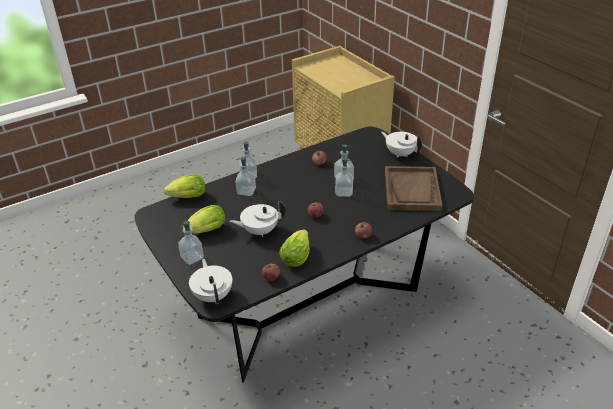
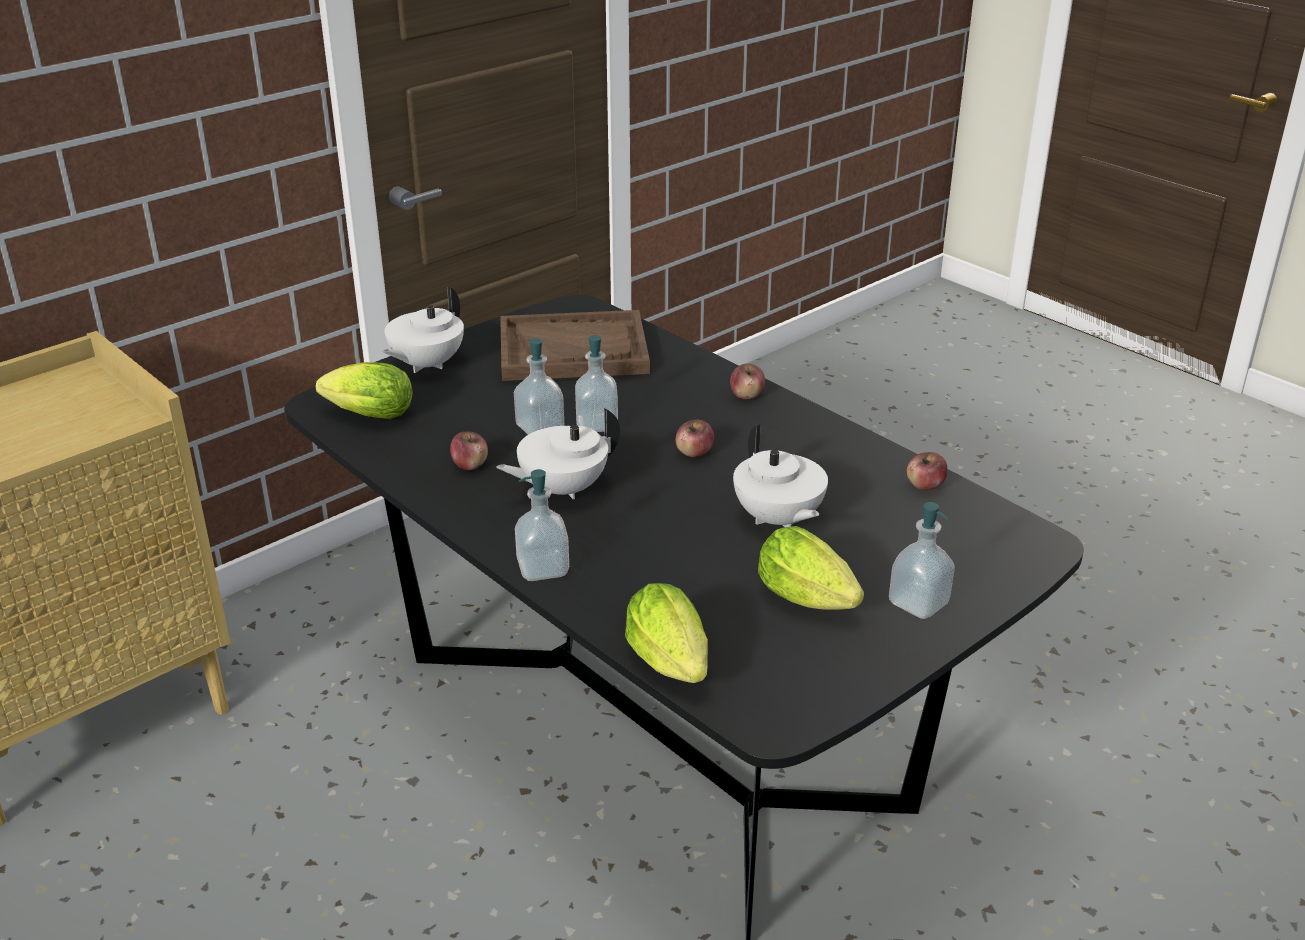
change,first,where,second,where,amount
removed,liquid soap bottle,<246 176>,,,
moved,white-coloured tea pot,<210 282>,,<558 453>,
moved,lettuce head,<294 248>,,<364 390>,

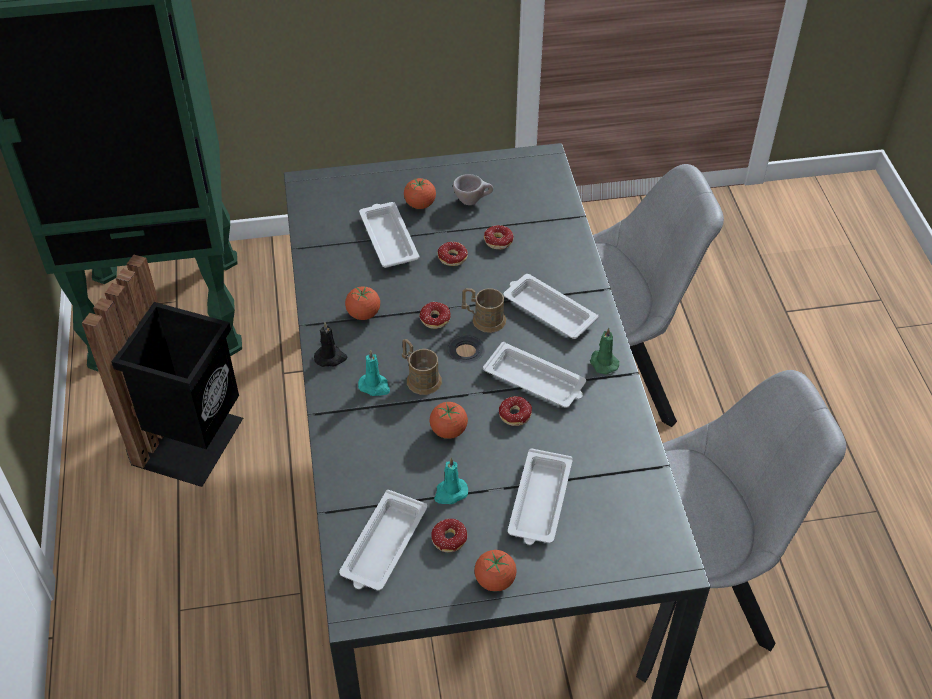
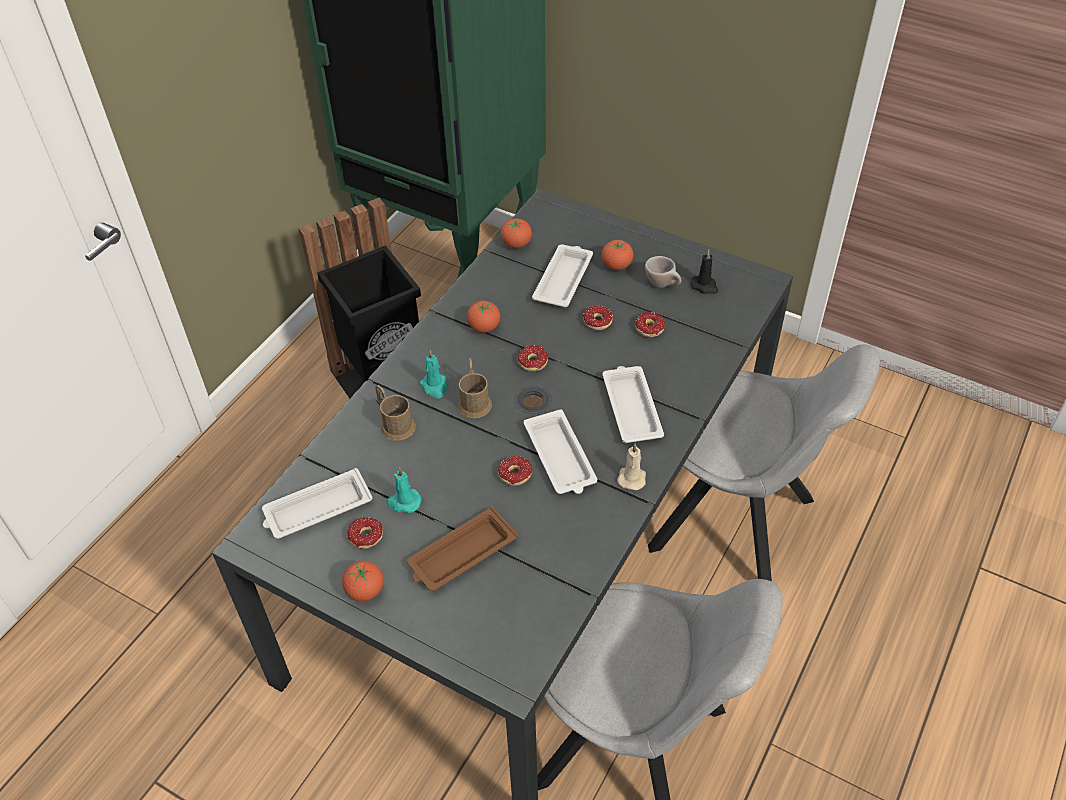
change,first,where,second,where,amount
moved,blackish candle,<331 344>,,<704 271>,
moved,fresh tomato,<449 420>,,<516 233>,
moved,brownish coffee mug,<484 310>,,<395 413>,
recoloured,white-coloured carrying tray,<540 497>,brownish carrying tray,<462 549>,
recoloured,green-coloured candle,<604 351>,sand-coloured candle,<631 467>,

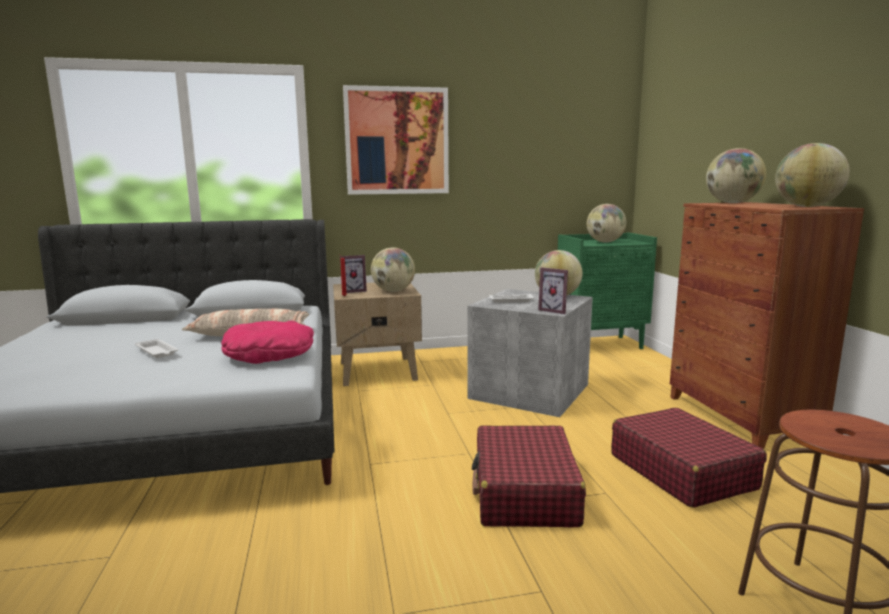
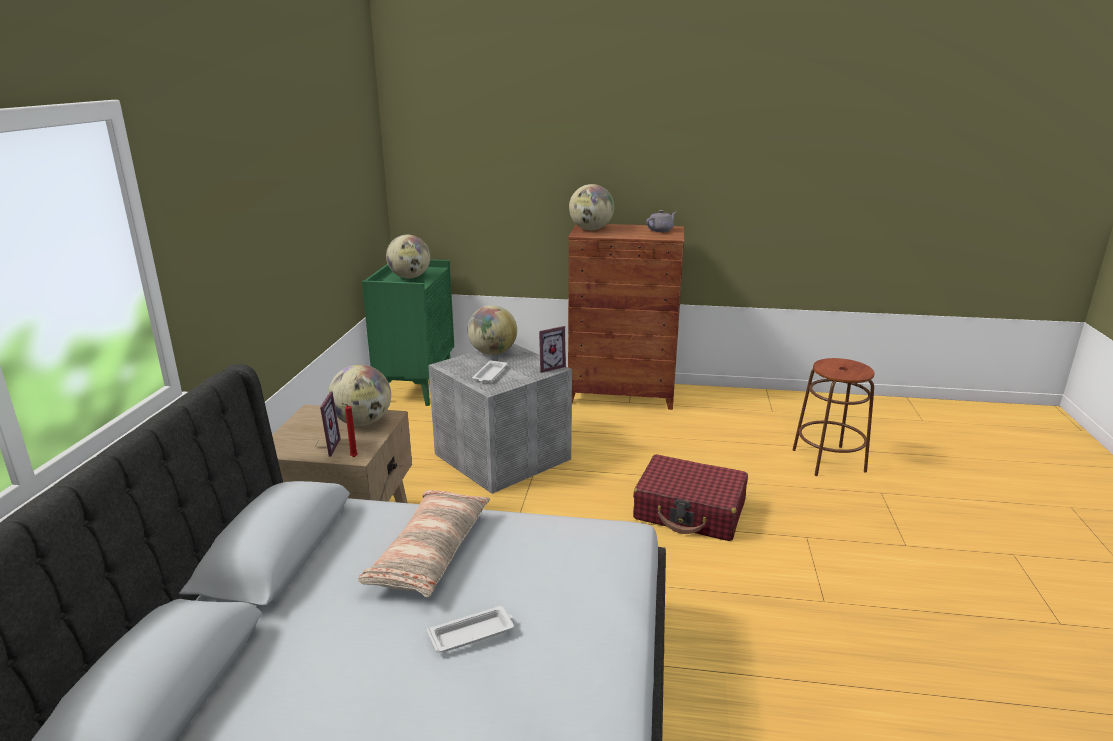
change,first,where,second,where,amount
removed,pink-coloured cushion,<267 342>,,,
removed,wall art,<396 140>,,,
removed,red-coloured travel case,<689 458>,,,
replaced,desk globe,<812 175>,greyish tea pot,<661 221>,

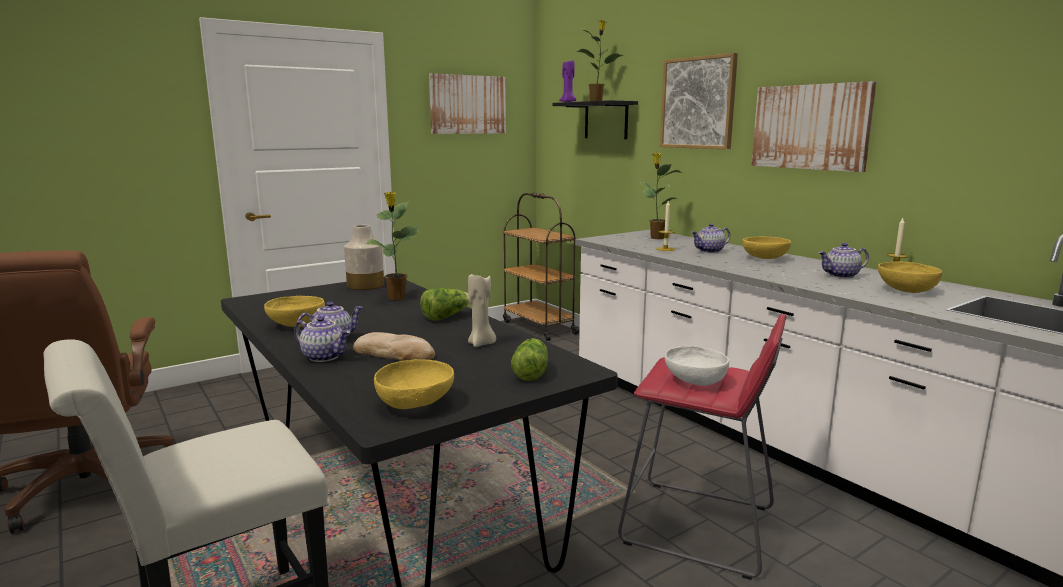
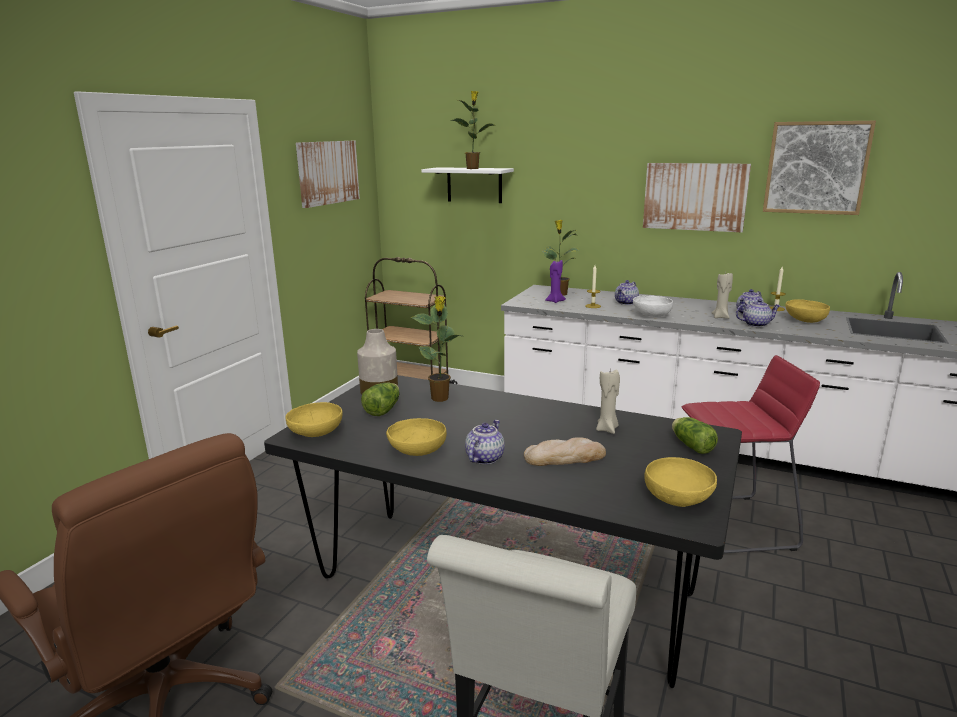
change,first,where,second,where,amount
added,,,sand-coloured candle,<722 296>,
moved,tea pot,<322 339>,,<758 313>,
moved,lettuce head,<445 304>,,<380 399>,
moved,purple-coloured candle,<567 81>,,<555 281>,
moved,wall art,<699 101>,,<819 168>,
moved,white-coloured serving bowl,<697 366>,,<653 306>,
moved,yellowish serving bowl,<766 248>,,<314 419>,
recoloured,blackish wall shelf,<595 119>,white-coloured wall shelf,<467 185>,

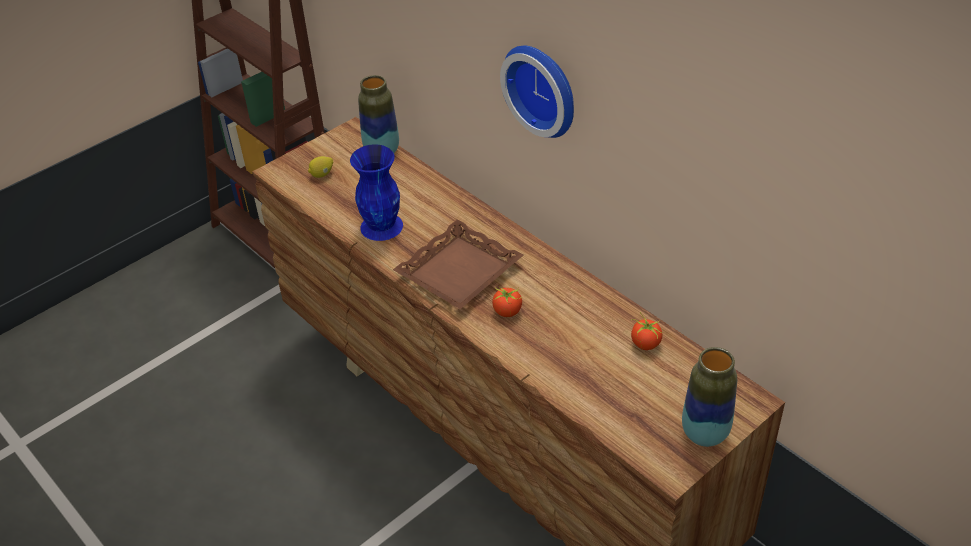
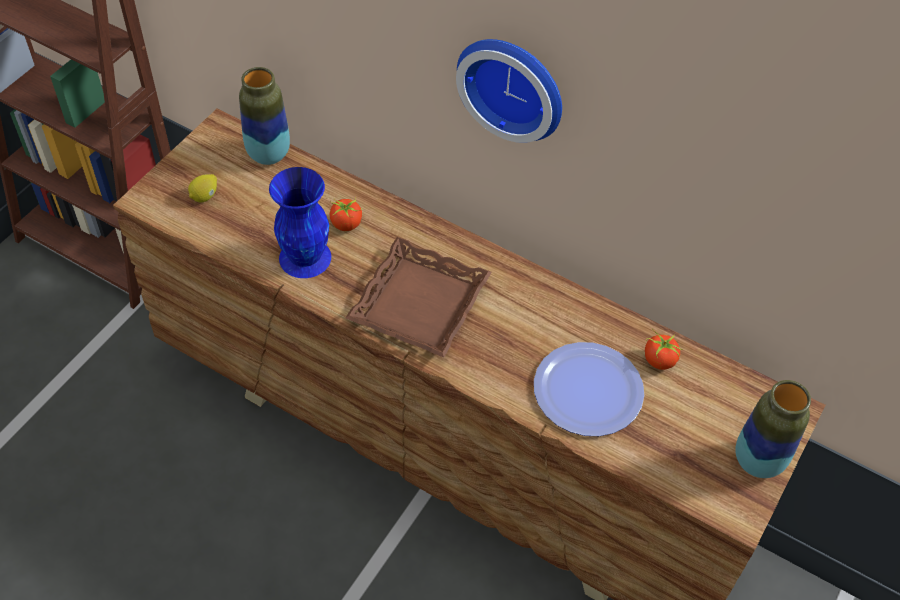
change,first,where,second,where,amount
added,,,flat dish,<589 389>,
moved,fresh tomato,<507 302>,,<346 214>,

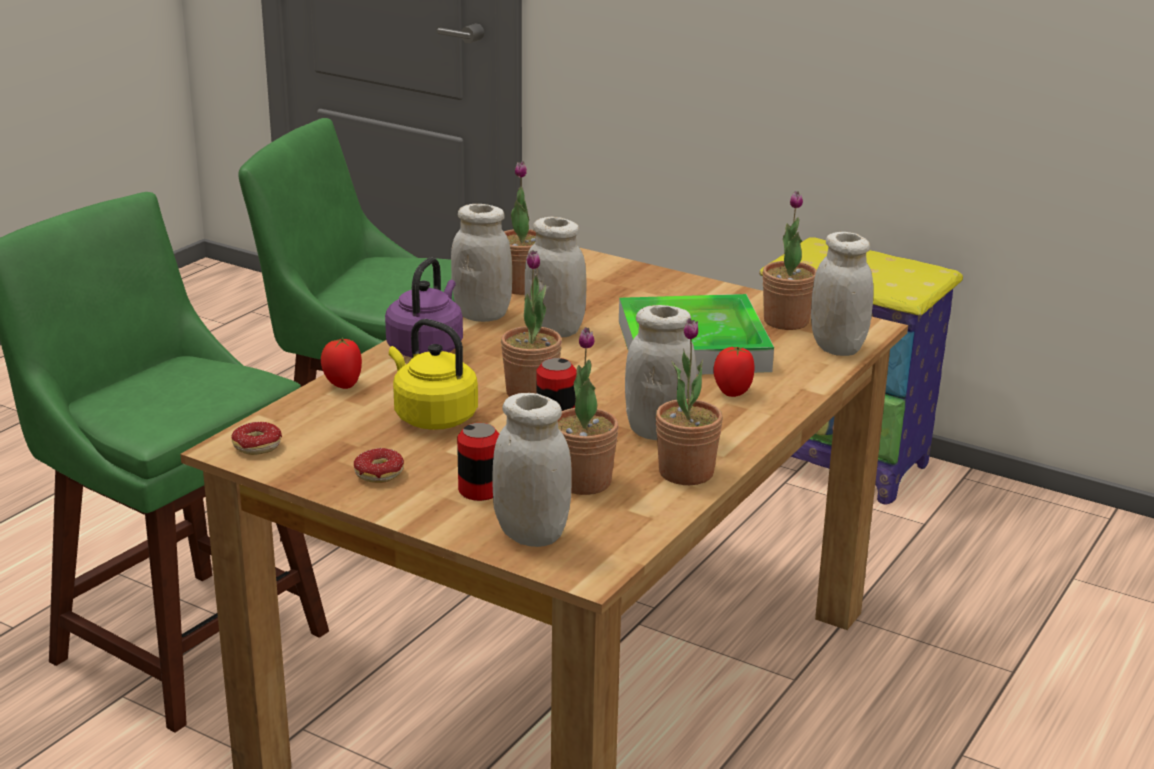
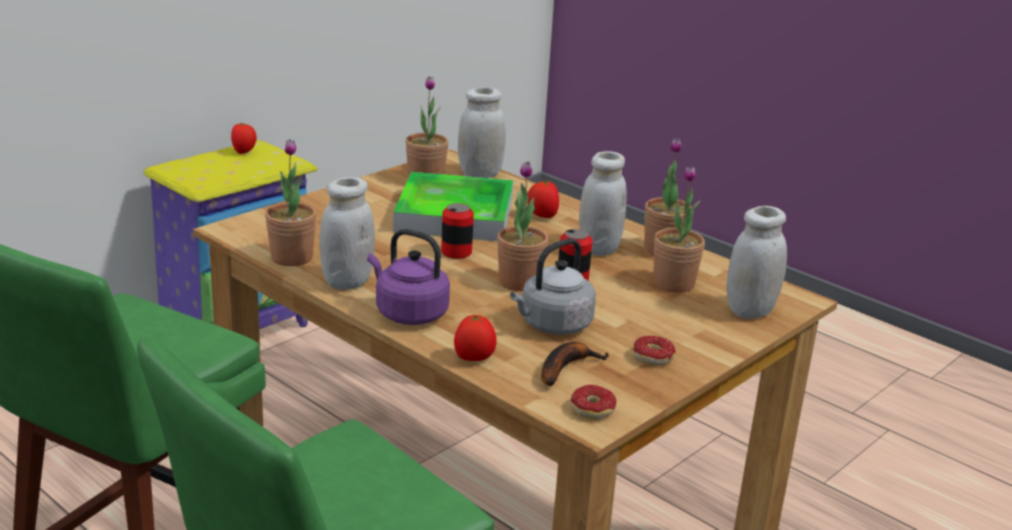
change,first,where,second,where,amount
removed,white-coloured preserve jar,<555 277>,,,
added,,,fresh tomato,<244 138>,
added,,,banana,<575 364>,
moved,sealed can,<478 462>,,<457 231>,
recoloured,yellowish water kettle,<433 374>,greyish water kettle,<553 286>,

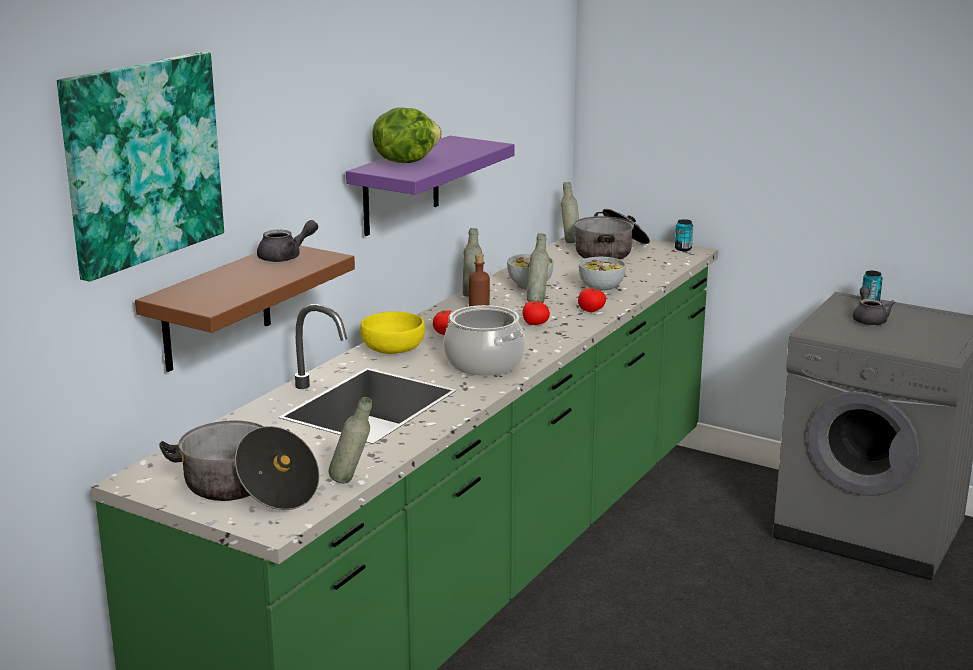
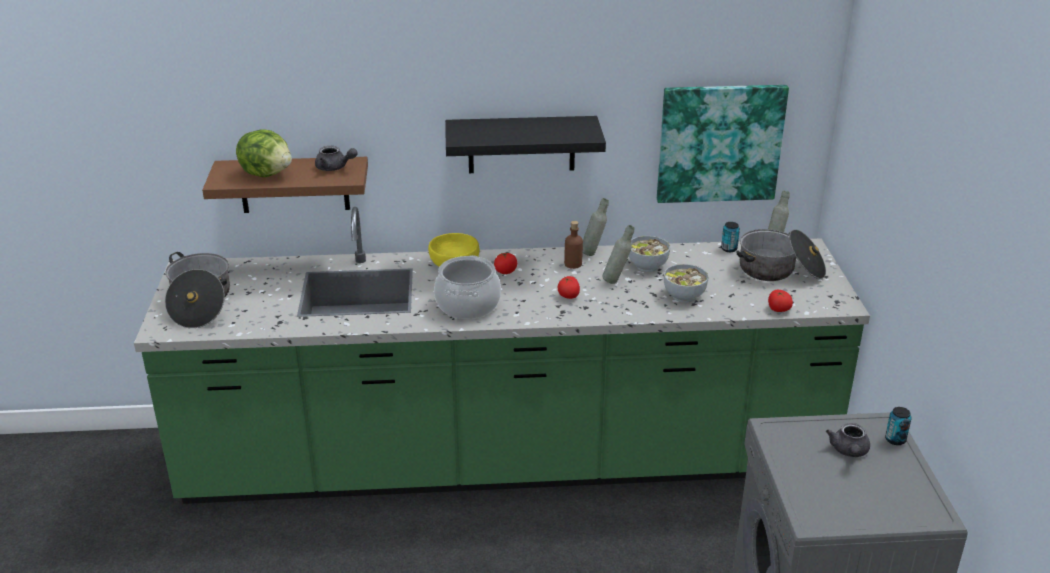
change,first,where,second,where,amount
removed,greyish bottle,<350 440>,,,
moved,wall art,<140 167>,,<723 144>,
moved,lettuce head,<407 135>,,<264 153>,
moved,fresh tomato,<592 300>,,<780 301>,
moved,sealed can,<684 235>,,<730 237>,
recoloured,purple-coloured wall shelf,<430 186>,blackish wall shelf,<525 144>,
turned,greyish tea pot,<874 305>,,<848 440>,135 degrees clockwise

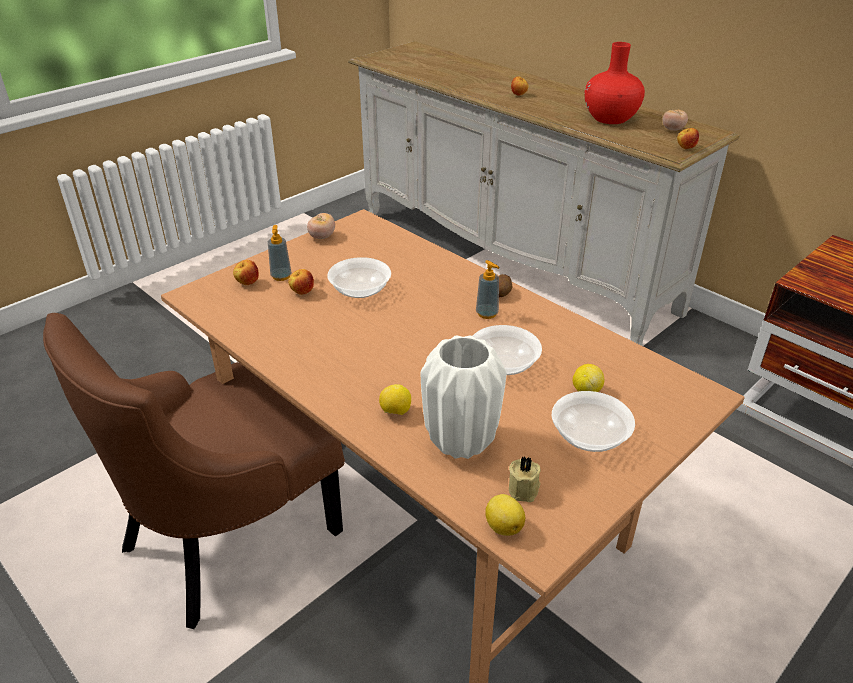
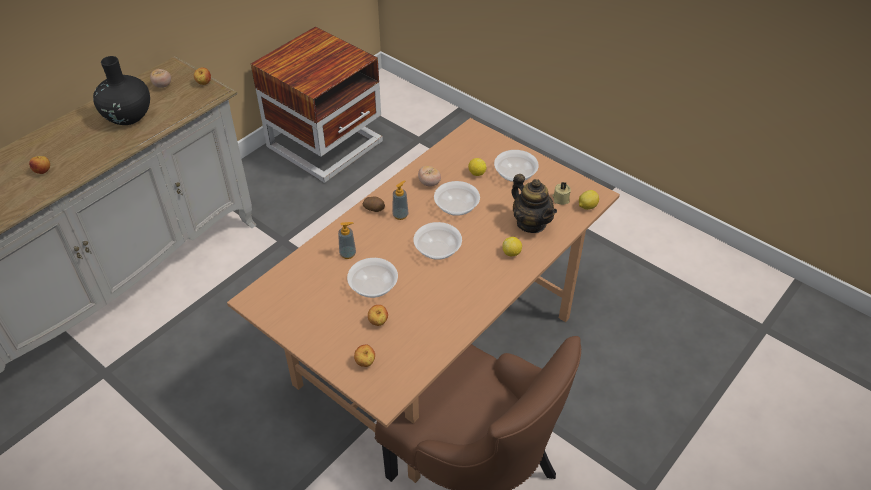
change,first,where,second,where,amount
added,,,serving bowl,<437 241>,
moved,liquid soap bottle,<280 253>,,<347 240>,
moved,fresh tomato,<321 226>,,<429 176>,
replaced,white-coloured flower vase,<464 397>,tea pot,<534 203>,
recoloured,red-coloured flower vase,<615 83>,blackish flower vase,<121 90>,

